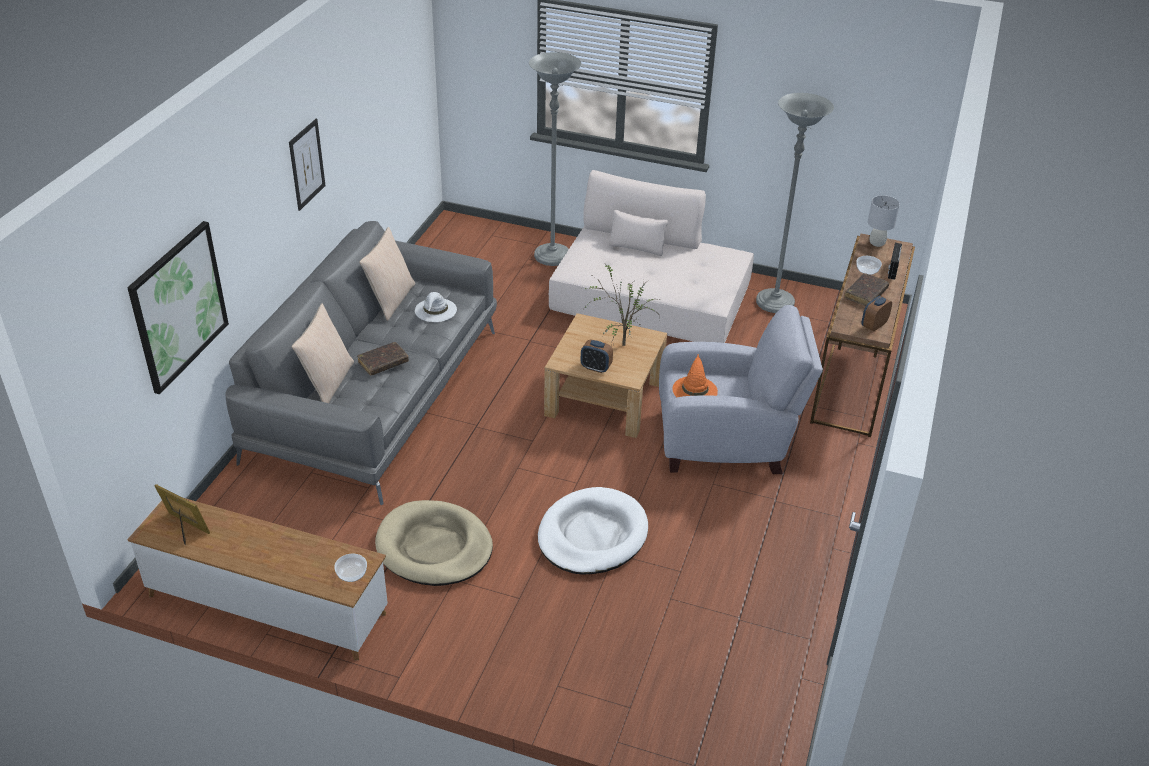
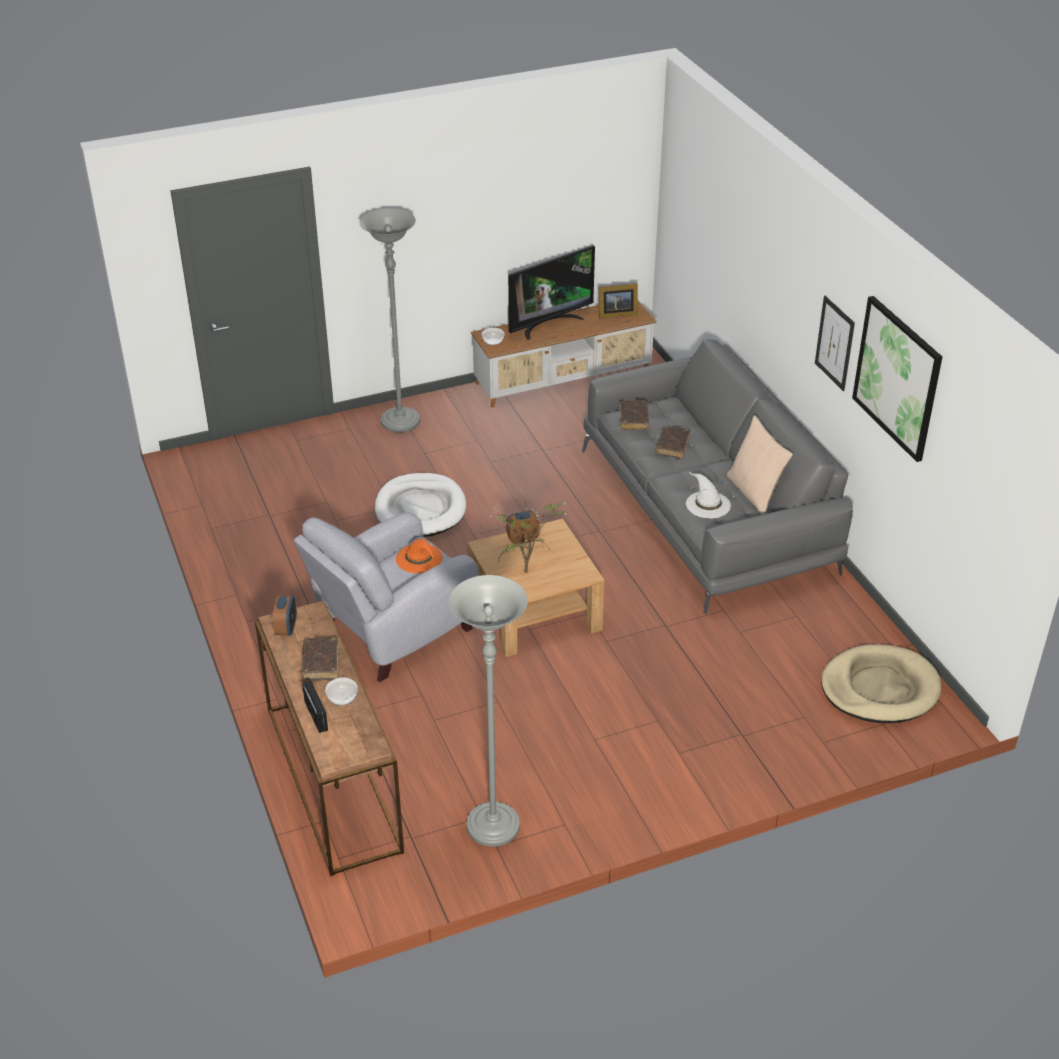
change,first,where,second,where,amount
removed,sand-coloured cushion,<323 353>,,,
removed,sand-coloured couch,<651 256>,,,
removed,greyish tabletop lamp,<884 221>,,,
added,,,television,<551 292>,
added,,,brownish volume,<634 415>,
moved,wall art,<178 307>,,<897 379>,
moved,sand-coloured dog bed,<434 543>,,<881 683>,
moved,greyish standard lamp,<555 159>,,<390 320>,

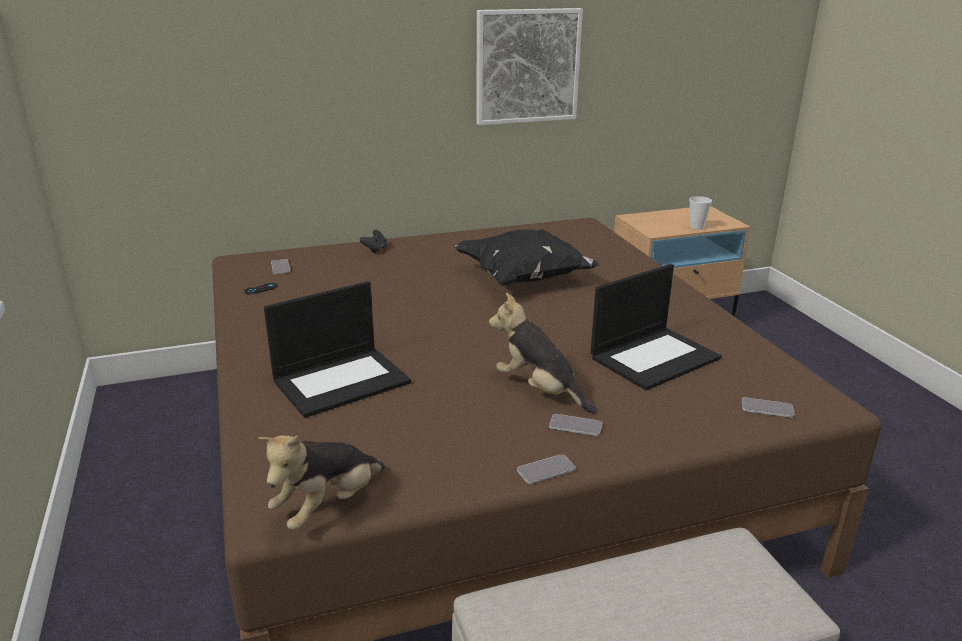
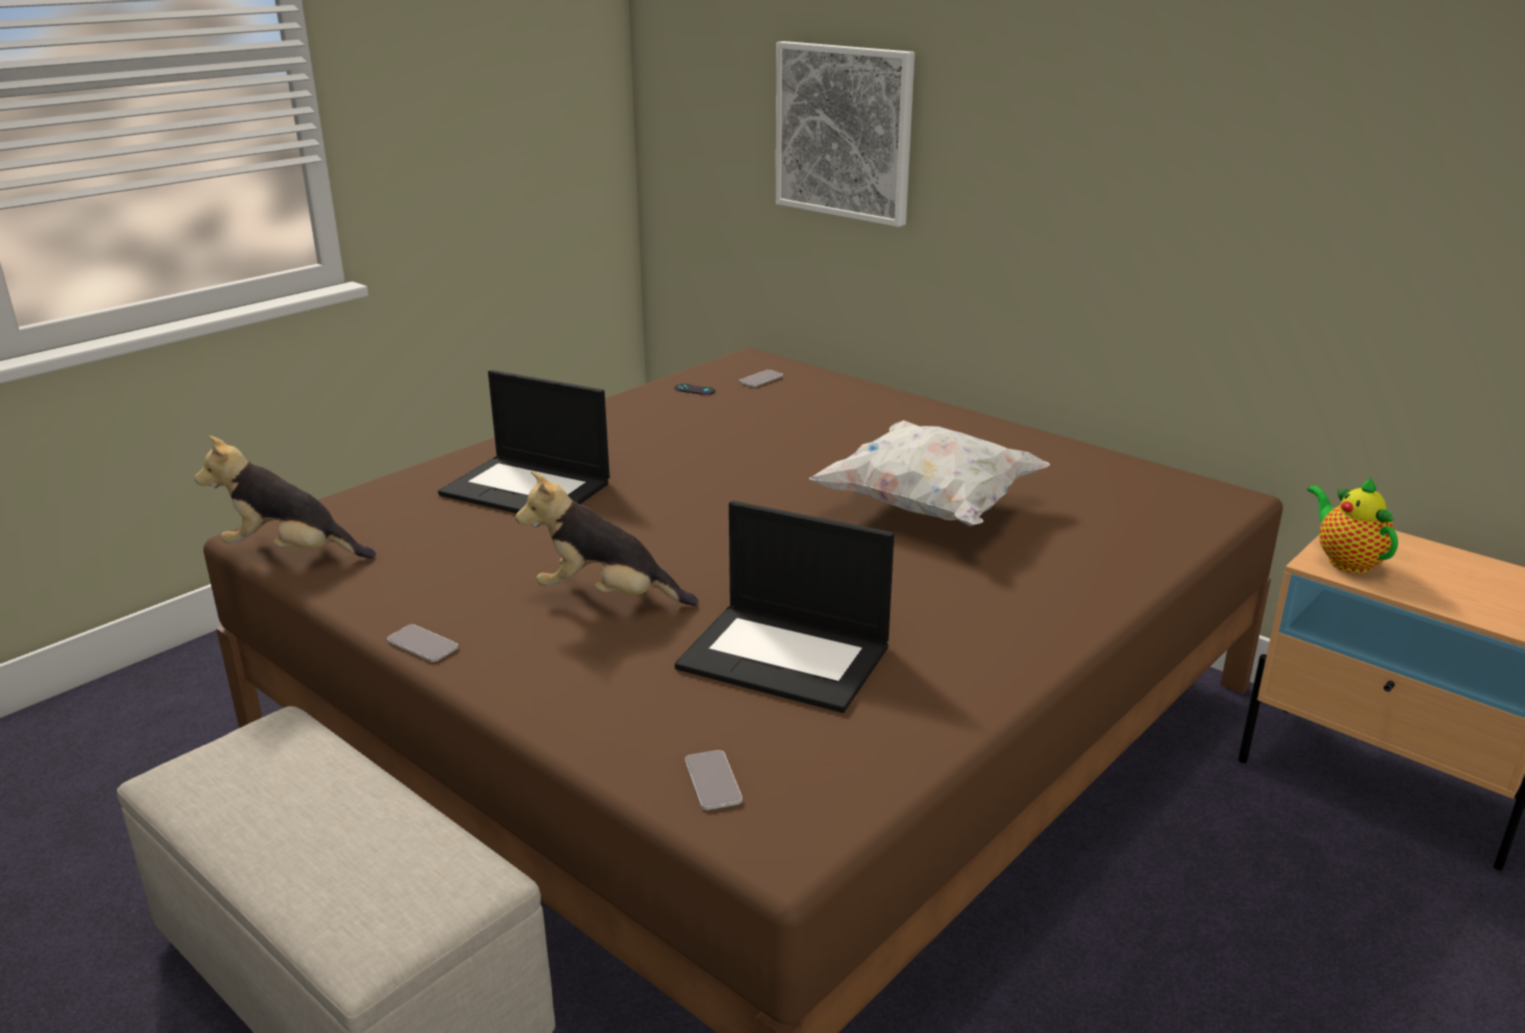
change,first,where,second,where,amount
removed,blackish joypad,<373 241>,,,
removed,telephone,<575 425>,,,
removed,small cup,<700 213>,,,
added,,,tea pot,<1352 525>,
moved,wall art,<529 66>,,<845 134>,
recoloured,blackish cushion,<526 257>,white-coloured cushion,<929 473>,
turned,soft toy,<543 353>,,<607 538>,90 degrees counterclockwise

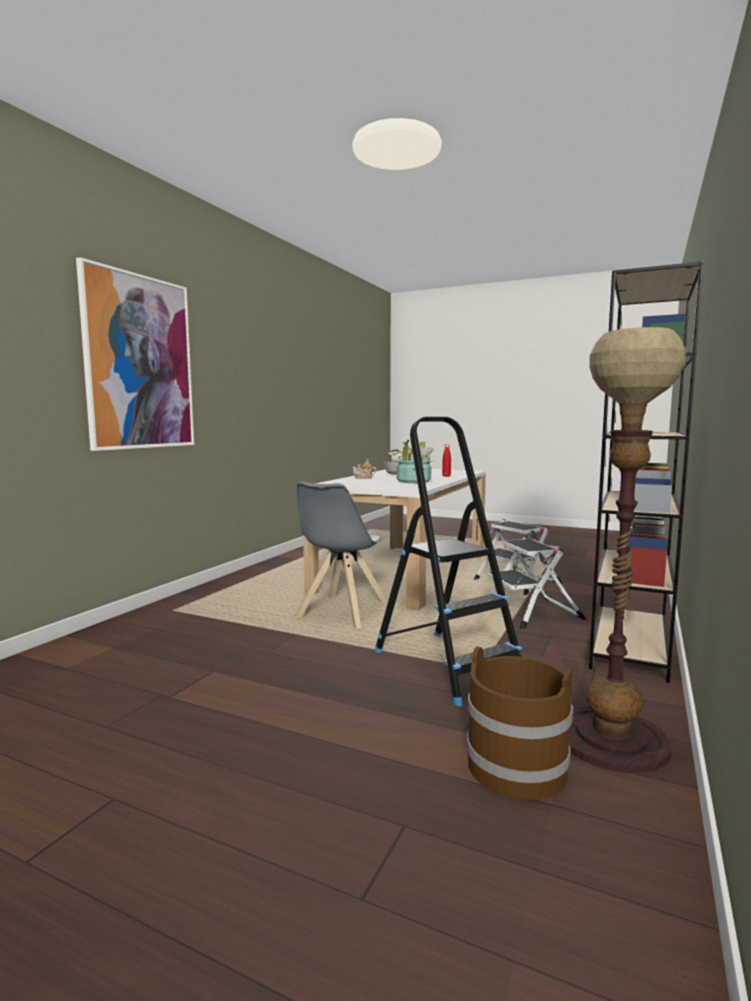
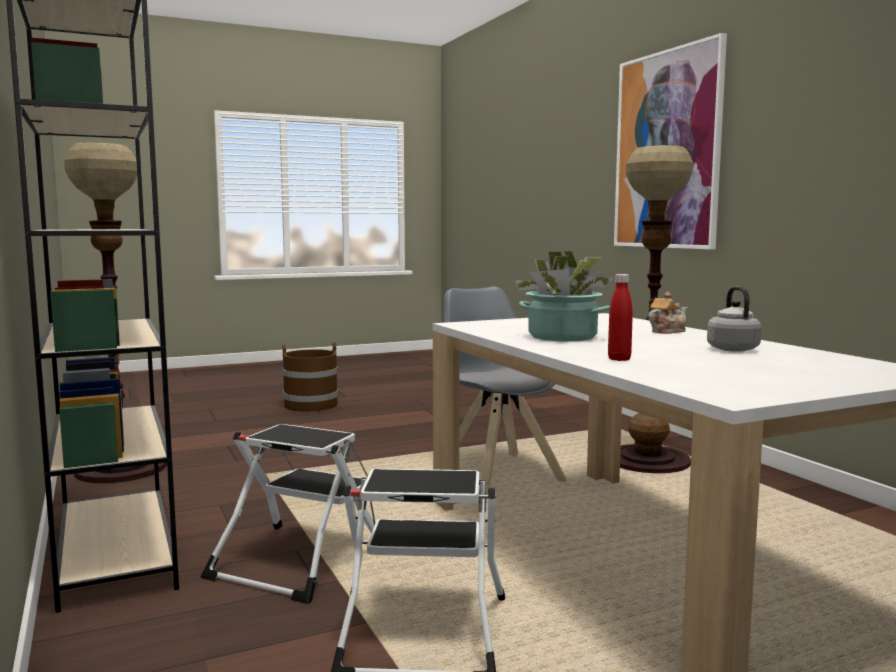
change,first,where,second,where,amount
removed,blackish stepladder,<448 562>,,,
added,,,standard lamp,<656 309>,
moved,brownish pail,<520 723>,,<310 377>,

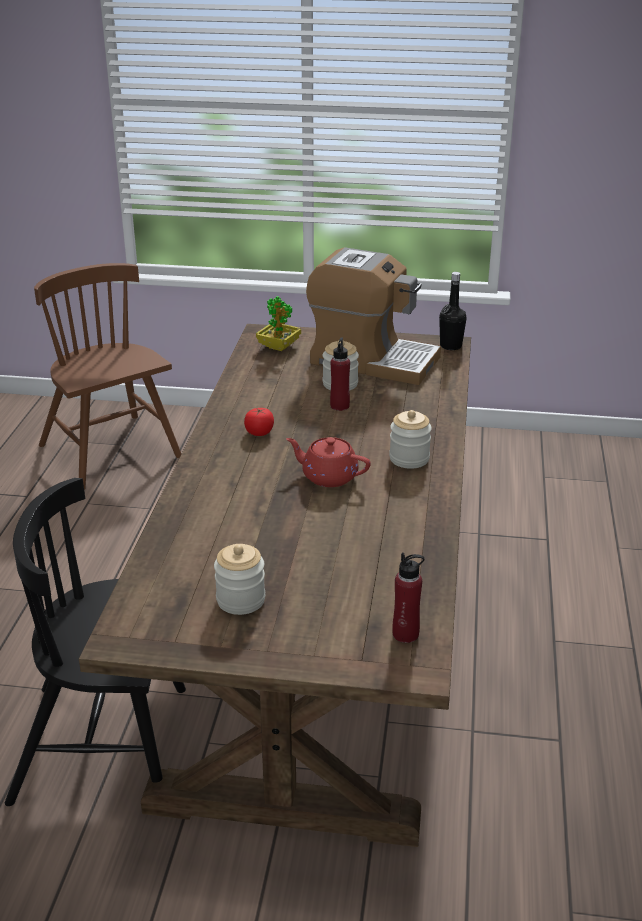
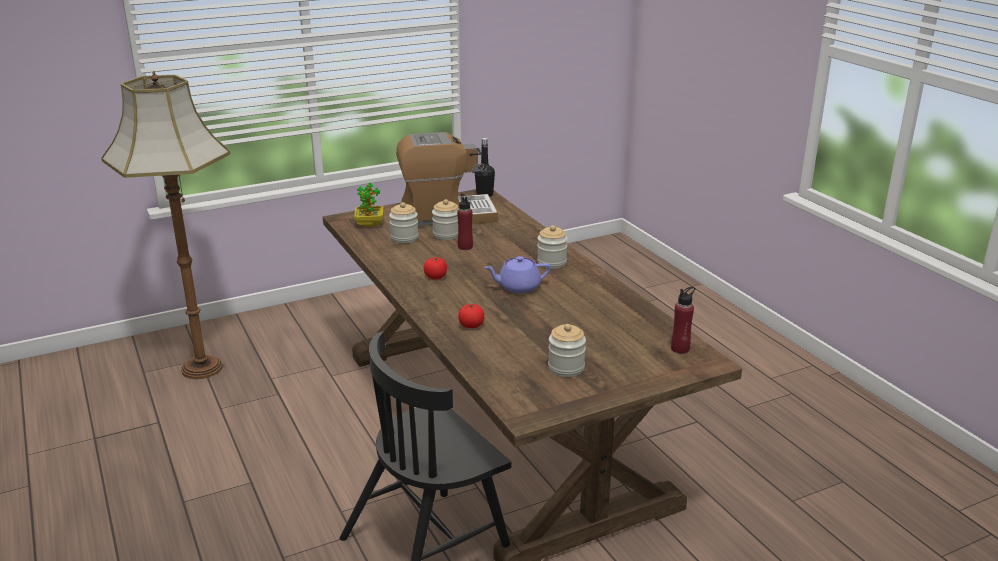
change,first,where,second,where,amount
added,,,preserve jar,<403 222>,
added,,,fresh tomato,<471 316>,
replaced,brownish chair,<107 376>,standard lamp,<165 225>,
recoloured,red-coloured tea pot,<328 462>,purple-coloured tea pot,<518 274>,

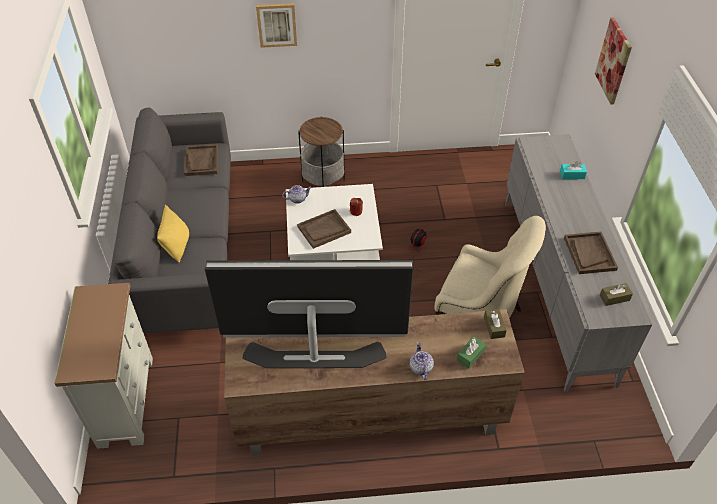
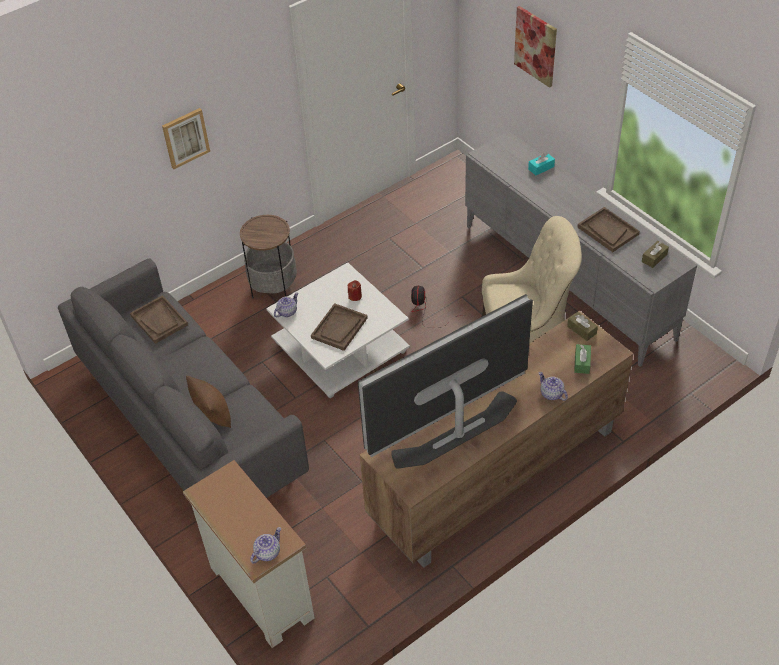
change,first,where,second,where,amount
added,,,tea pot,<265 545>,
recoloured,yellowish cushion,<173 233>,brownish cushion,<208 402>,

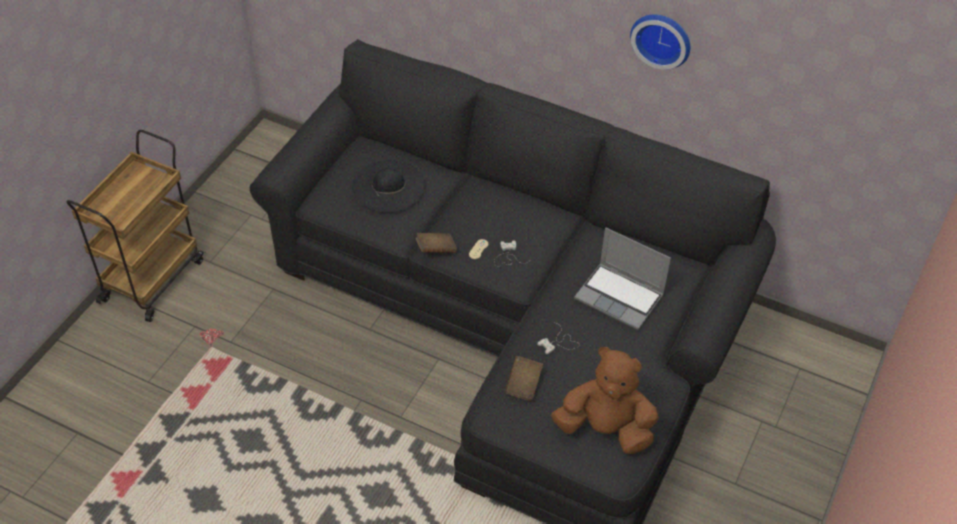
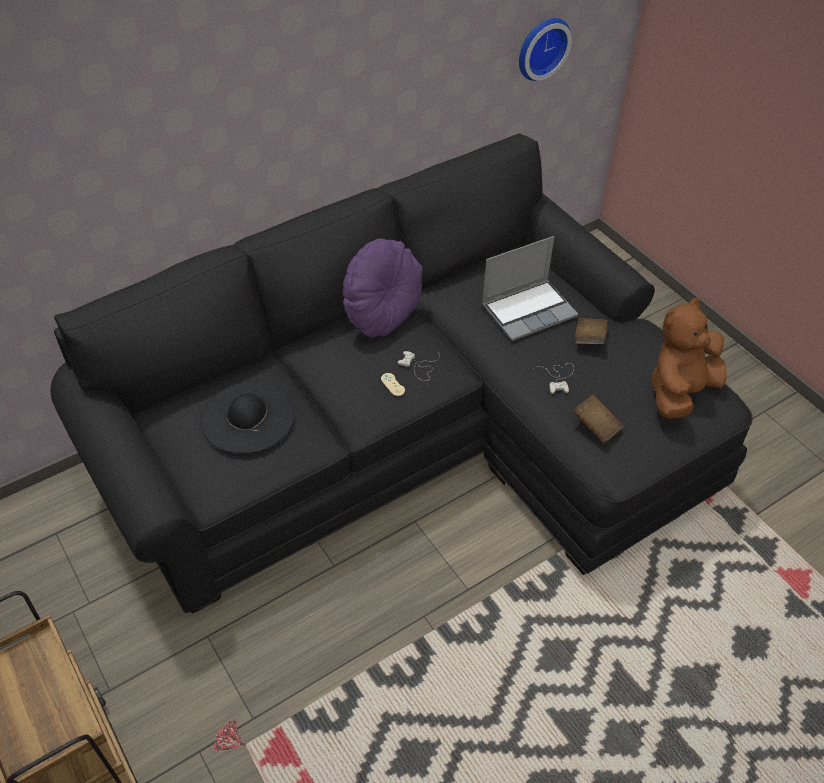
change,first,where,second,where,amount
added,,,purple-coloured cushion,<382 287>,
moved,brownish volume,<436 243>,,<591 331>,
moved,wall clock,<660 42>,,<545 49>,

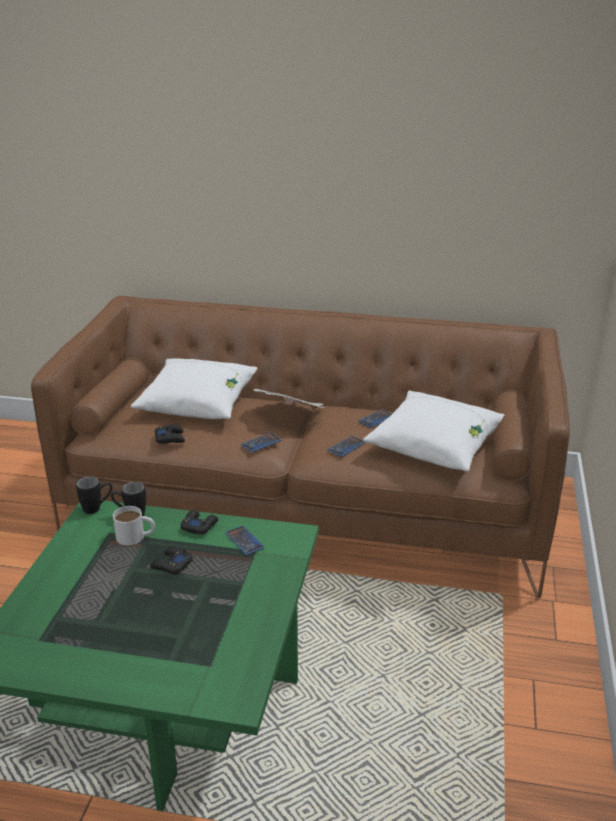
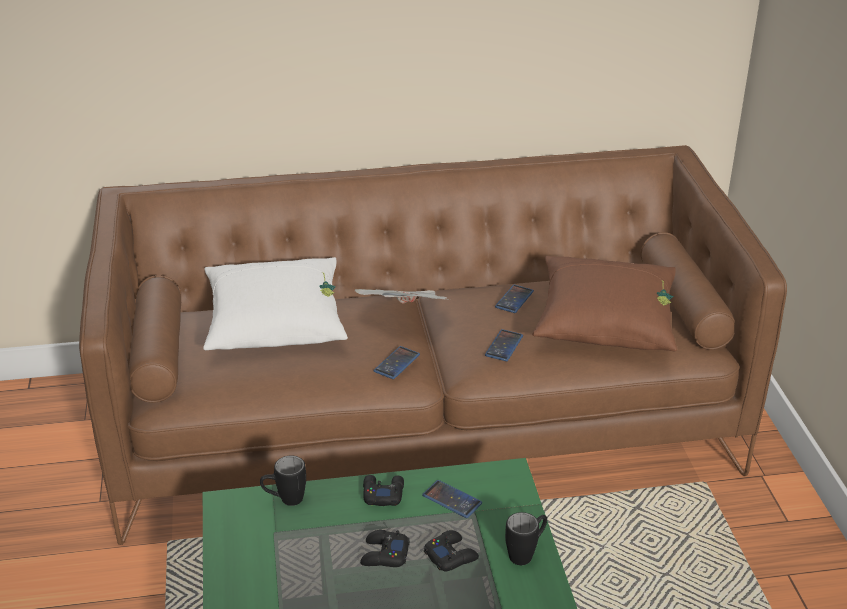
change,first,where,second,where,amount
removed,white-coloured coffee mug,<134 525>,,,
moved,blackish coffee mug,<94 495>,,<526 538>,
moved,blackish joypad,<170 434>,,<451 551>,
recoloured,white-coloured cushion,<434 431>,brownish cushion,<604 303>,

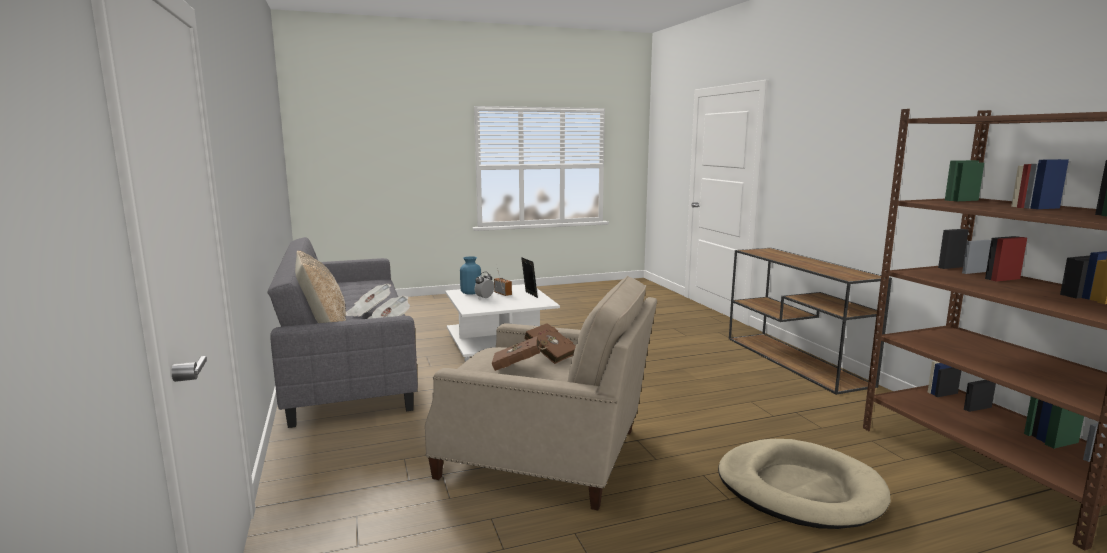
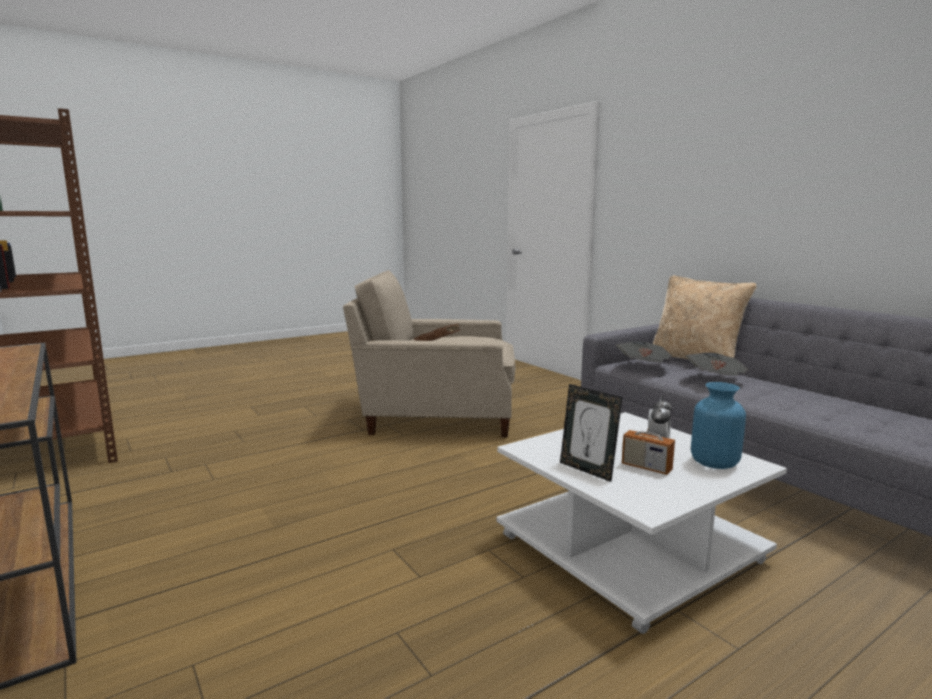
change,first,where,second,where,amount
removed,brownish volume,<519 353>,,,
removed,sand-coloured dog bed,<804 484>,,,

